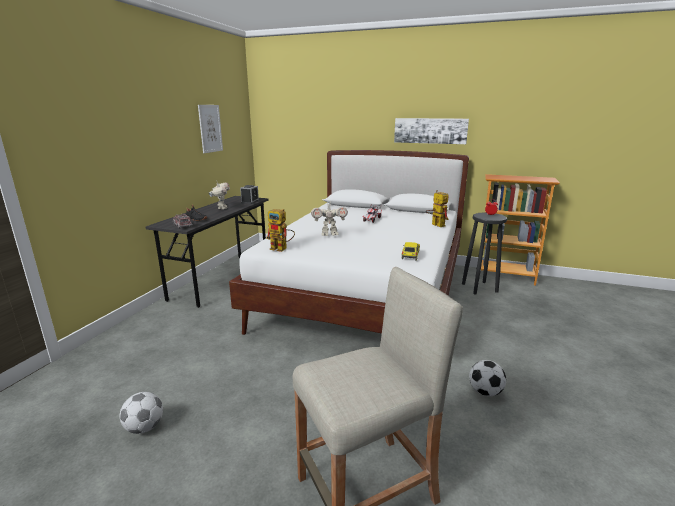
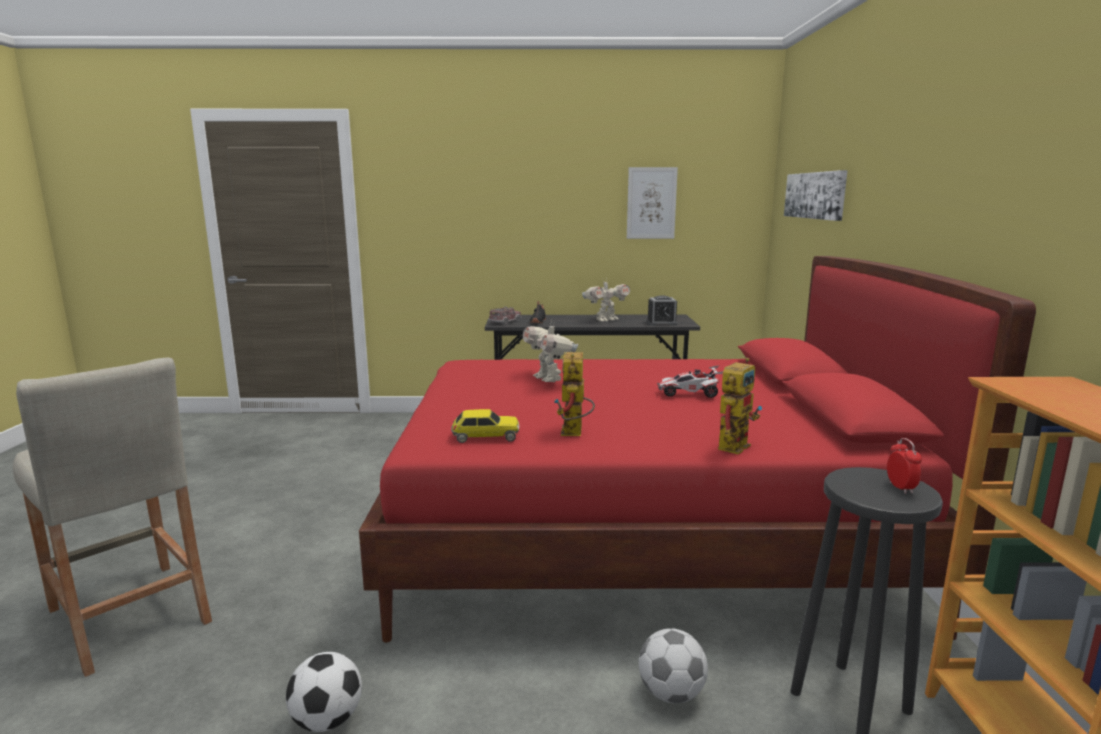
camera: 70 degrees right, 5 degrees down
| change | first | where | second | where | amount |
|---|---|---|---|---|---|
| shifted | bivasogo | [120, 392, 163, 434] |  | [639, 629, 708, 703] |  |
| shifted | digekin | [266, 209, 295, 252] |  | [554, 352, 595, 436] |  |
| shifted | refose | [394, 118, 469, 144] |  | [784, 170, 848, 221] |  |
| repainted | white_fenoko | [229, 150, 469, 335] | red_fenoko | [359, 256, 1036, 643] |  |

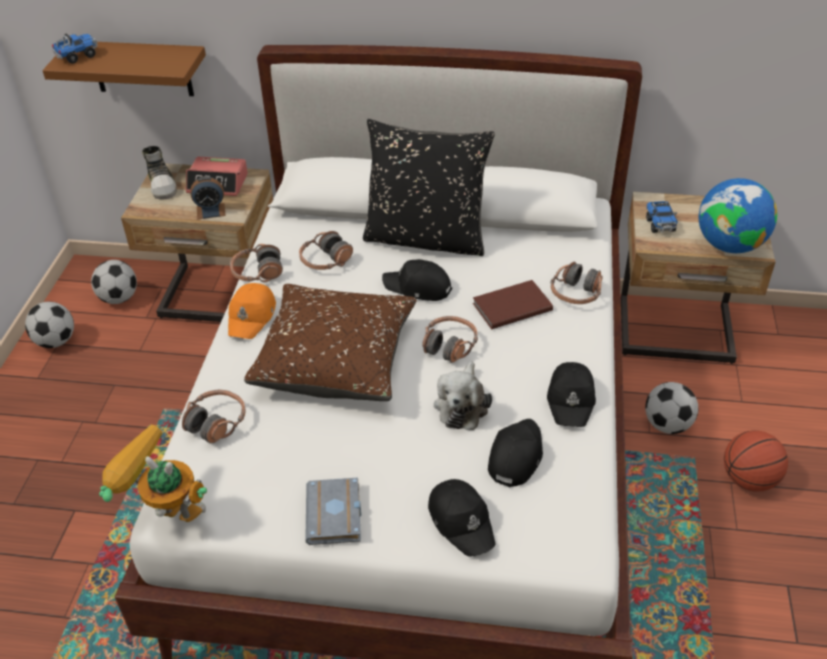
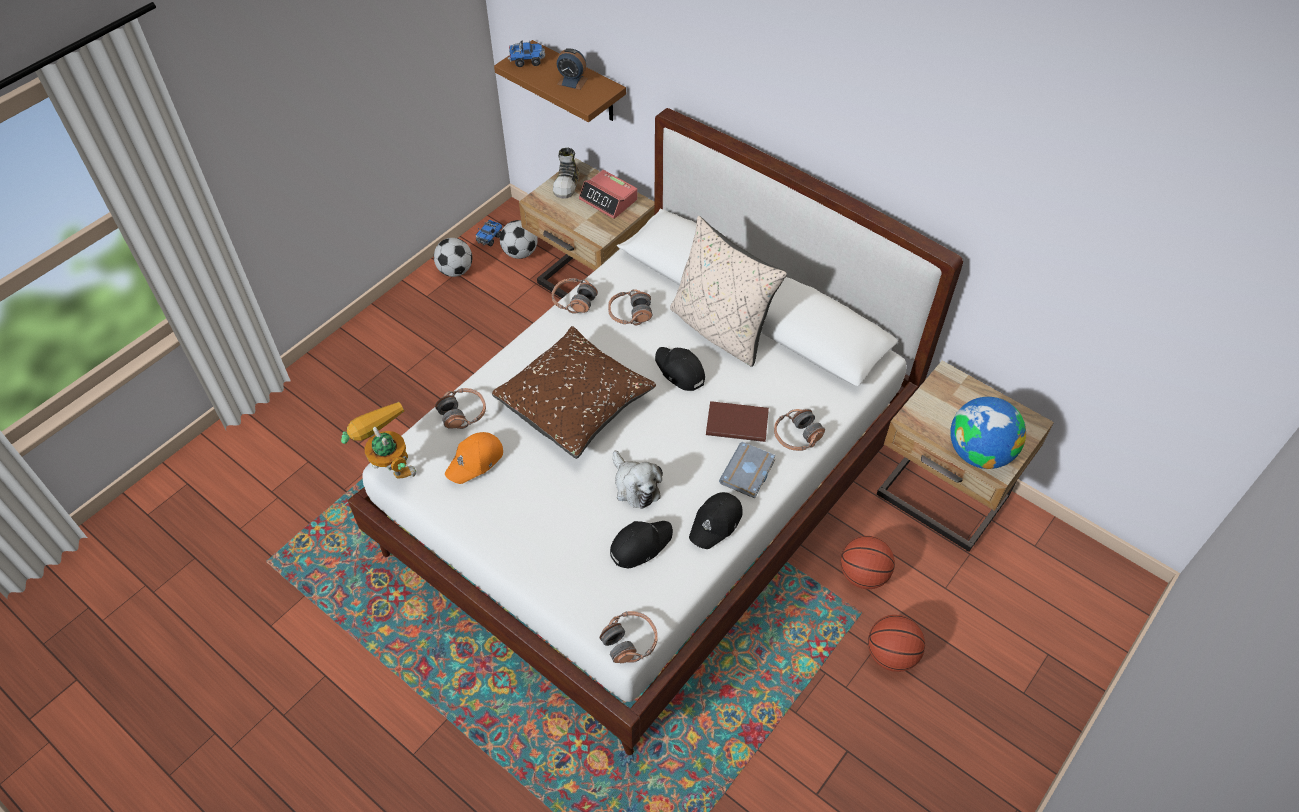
camera: 30 degrees right, 10 degrees up
| change | first | where | second | where | amount |
|---|---|---|---|---|---|
| gone | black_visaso | [428, 479, 495, 557] |  |  |  |
| shifted | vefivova | [190, 176, 225, 219] |  | [557, 48, 588, 90] |  |
| shifted | orange_visaso | [228, 283, 276, 339] |  | [445, 432, 503, 484] |  |
| shifted | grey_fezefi | [305, 477, 361, 545] |  | [719, 442, 776, 498] |  |
| shifted | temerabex | [422, 316, 478, 363] |  | [599, 611, 658, 663] |  |
| shifted | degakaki | [646, 201, 678, 233] |  | [476, 220, 503, 246] |  |
| swapped | bivasogo | [645, 382, 698, 434] | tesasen | [841, 536, 895, 589] |  |
| repainted | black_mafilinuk | [363, 119, 495, 256] | beige_mafilinuk | [670, 216, 787, 367] |  |
| rotated | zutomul | [434, 361, 492, 430] |  | [613, 451, 663, 509] | 75 degrees counterclockwise |

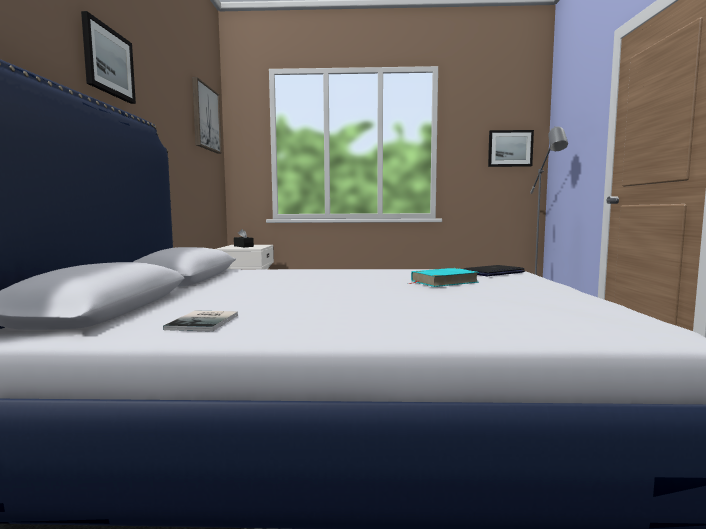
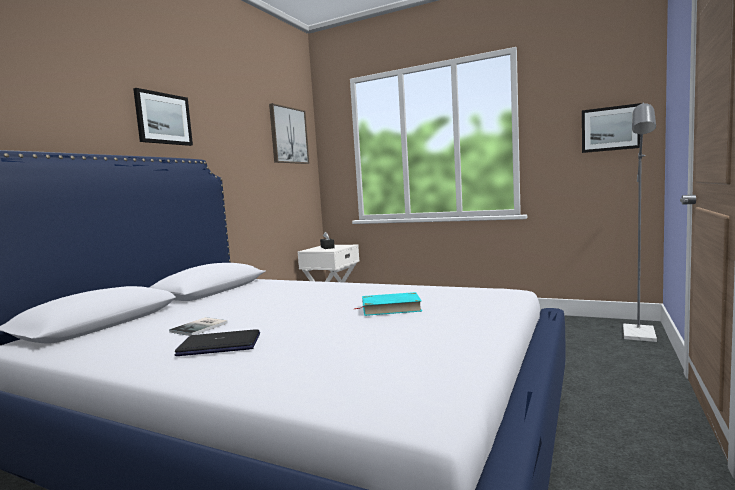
camera: 25 degrees right, 0 degrees up
| change | first | where | second | where | amount |
|---|---|---|---|---|---|
| shifted | fezefi | [163, 310, 238, 332] |  | [169, 317, 228, 336] |  |
| shifted | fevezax | [464, 265, 525, 276] |  | [175, 329, 260, 356] |  |

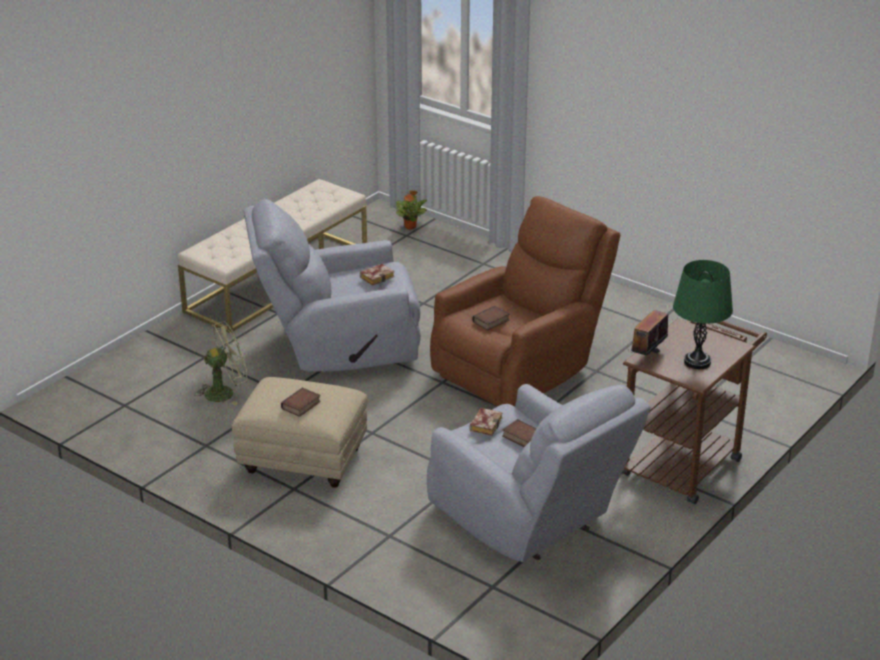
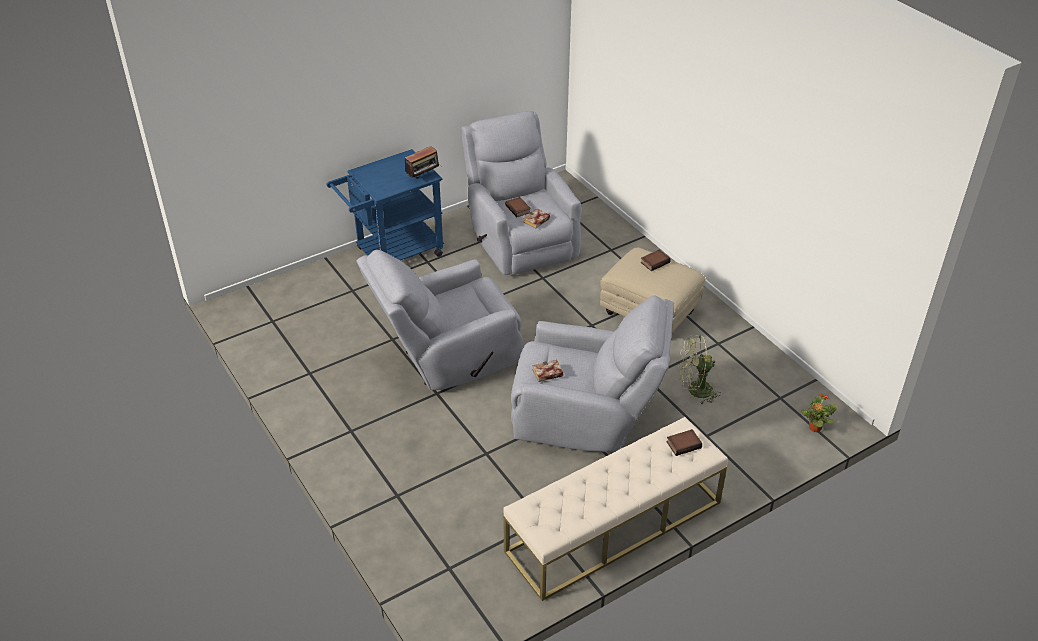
camera: 160 degrees left, 10 degrees up
| change | first | where | second | where | amount |
|---|---|---|---|---|---|
| gone | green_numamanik | [673, 260, 733, 369] |  |  |  |
| shifted | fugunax | [396, 191, 427, 230] |  | [801, 394, 837, 432] |  |
| shifted | fezefi | [473, 306, 510, 331] |  | [667, 429, 702, 456] |  |
| repainted | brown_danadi | [430, 196, 620, 407] | grey_danadi | [356, 250, 523, 390] |  |
| repainted | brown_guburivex | [622, 318, 767, 504] | blue_guburivex | [326, 149, 444, 261] |  |

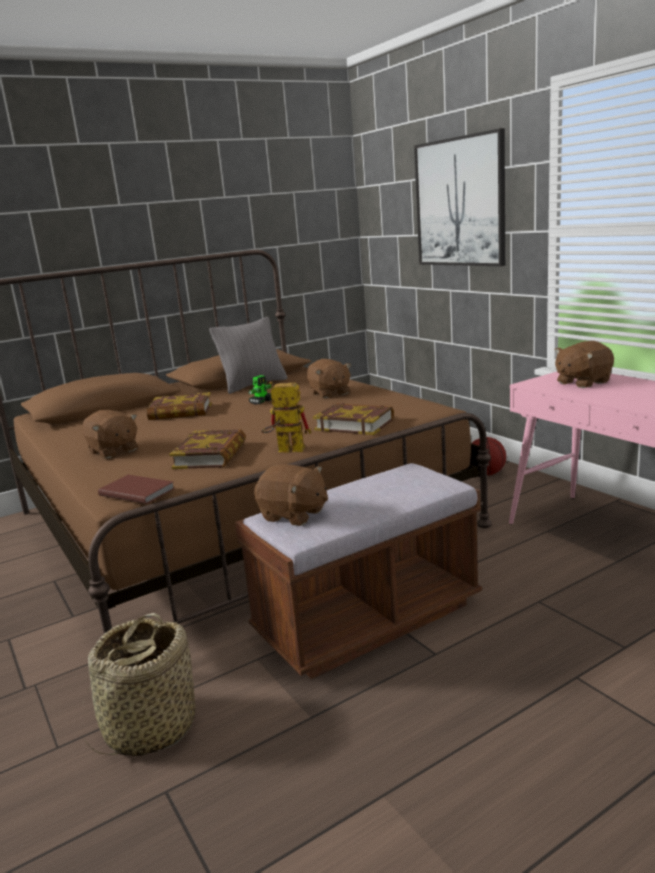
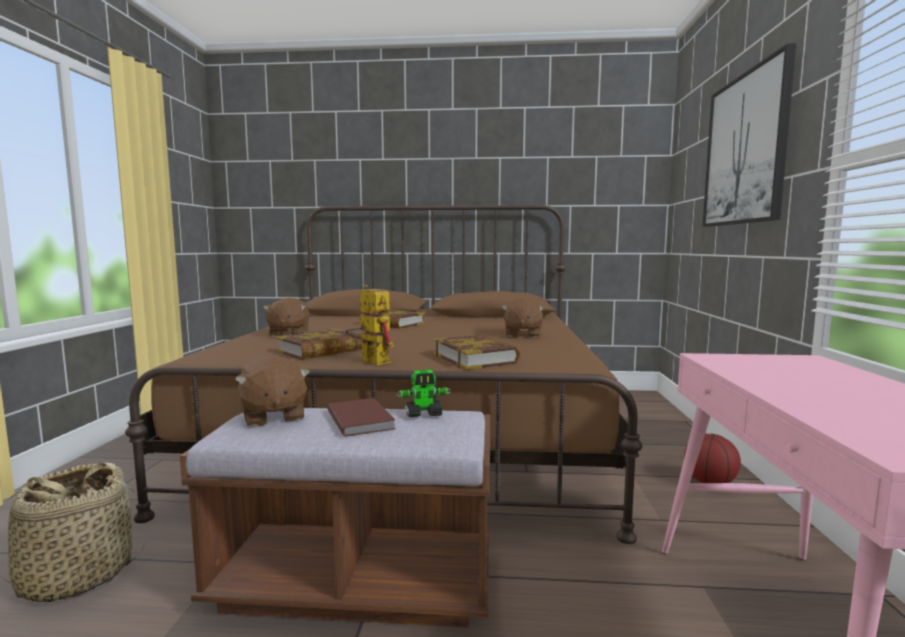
camera: 35 degrees right, 10 degrees down
| change | first | where | second | where | amount |
|---|---|---|---|---|---|
| gone | grey_mafilinuk | [209, 317, 287, 394] |  |  |  |
| gone | brown_zutomul | [555, 341, 614, 388] |  |  |  |
| shifted | brown_fezefi | [98, 475, 175, 504] |  | [328, 398, 395, 437] |  |
| shifted | digekin | [248, 375, 272, 405] |  | [396, 370, 451, 417] |  |

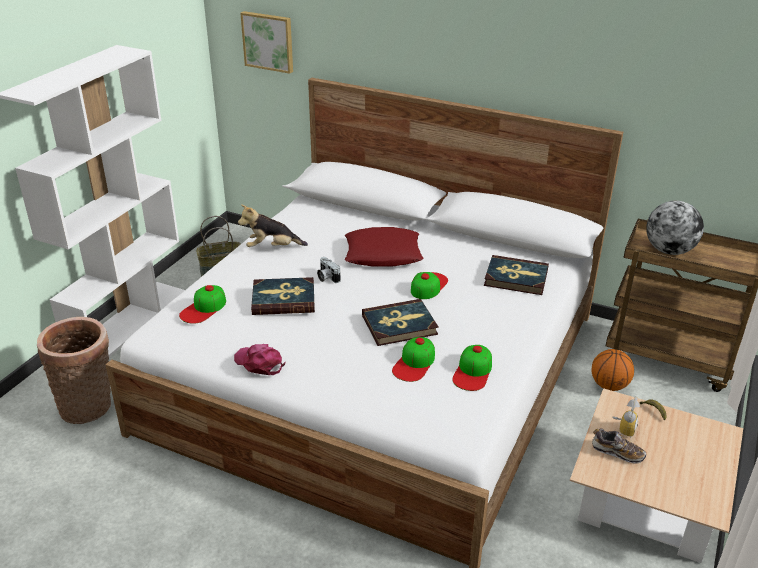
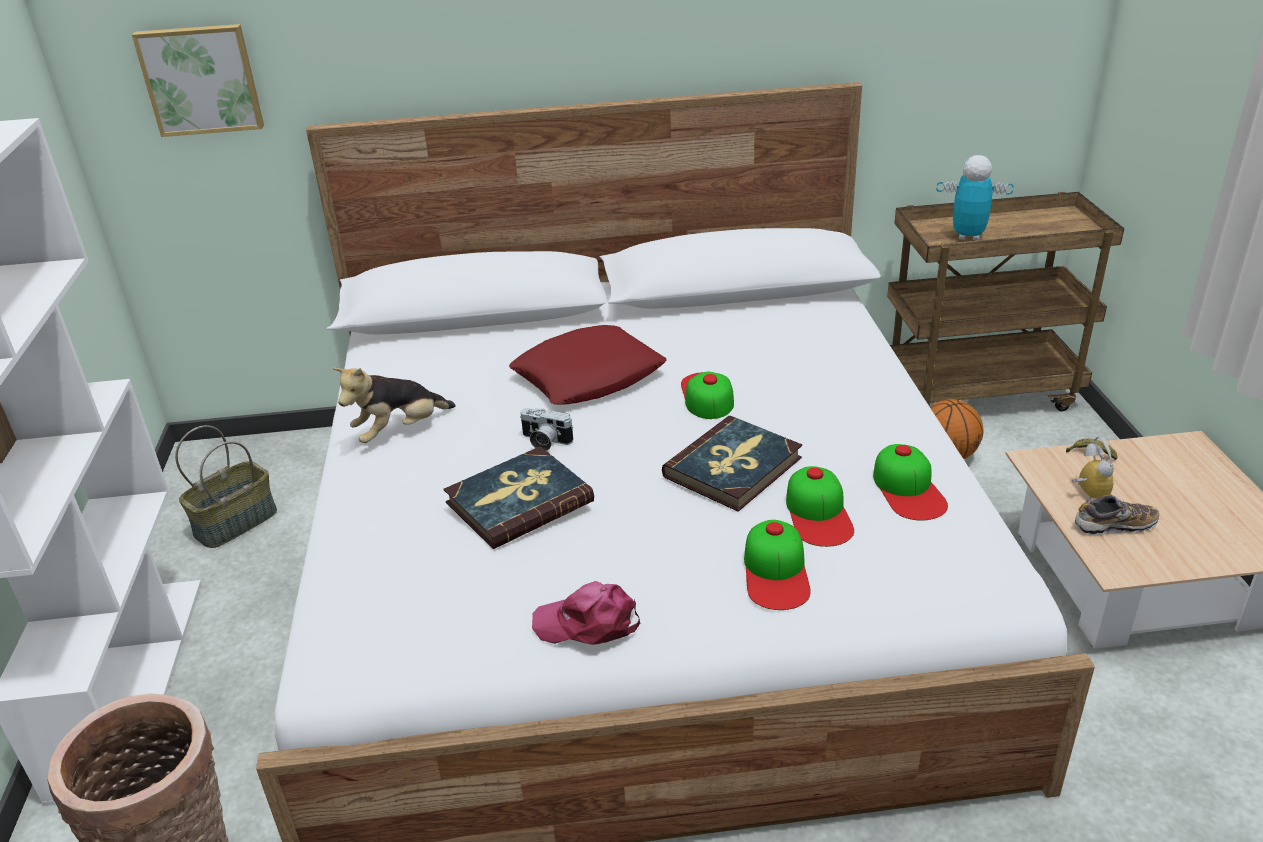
camera: 30 degrees left, 0 degrees up
| change | first | where | second | where | amount |
|---|---|---|---|---|---|
| gone | fezefi | [484, 255, 549, 295] |  |  |  |
| shifted | visaso | [179, 285, 226, 324] |  | [744, 520, 811, 610] |  |
| swapped | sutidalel | [646, 201, 704, 255] | digekin | [936, 155, 1014, 240] |  |

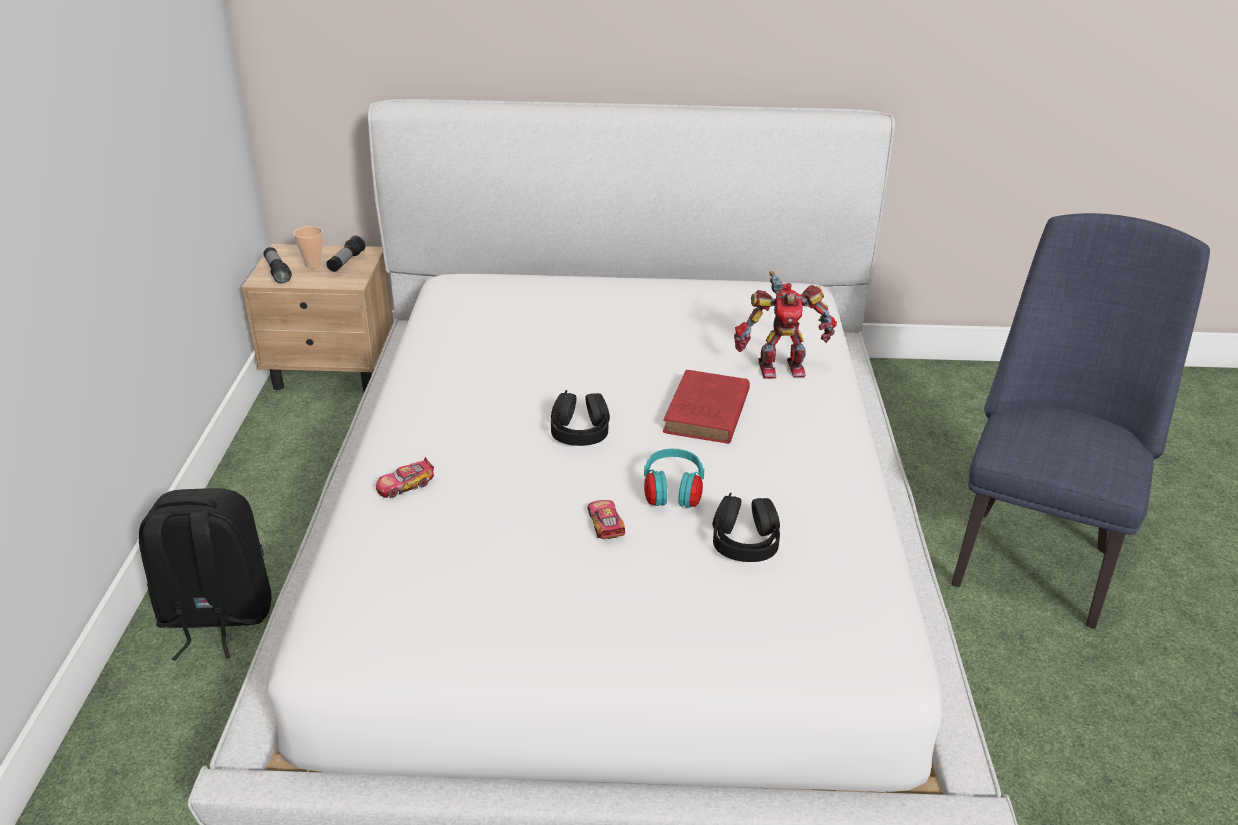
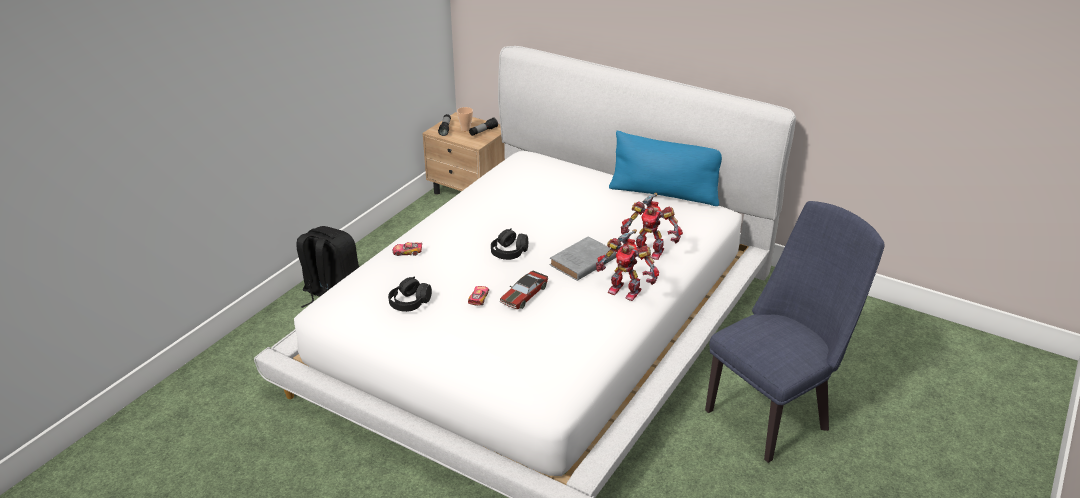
camera: 30 degrees right, 0 degrees up
| change | first | where | second | where | amount |
|---|---|---|---|---|---|
| new |  |  | digekin | [596, 229, 659, 301] |  |
| new |  |  | blue_mafilinuk | [609, 131, 722, 206] |  |
| shifted | black_temerabex | [712, 493, 780, 562] |  | [388, 276, 432, 312] |  |
| swapped | turquoise_temerabex | [644, 449, 704, 508] | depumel | [500, 271, 548, 309] |  |
| repainted | red_fezefi | [663, 370, 750, 444] | grey_fezefi | [550, 236, 616, 281] |  |

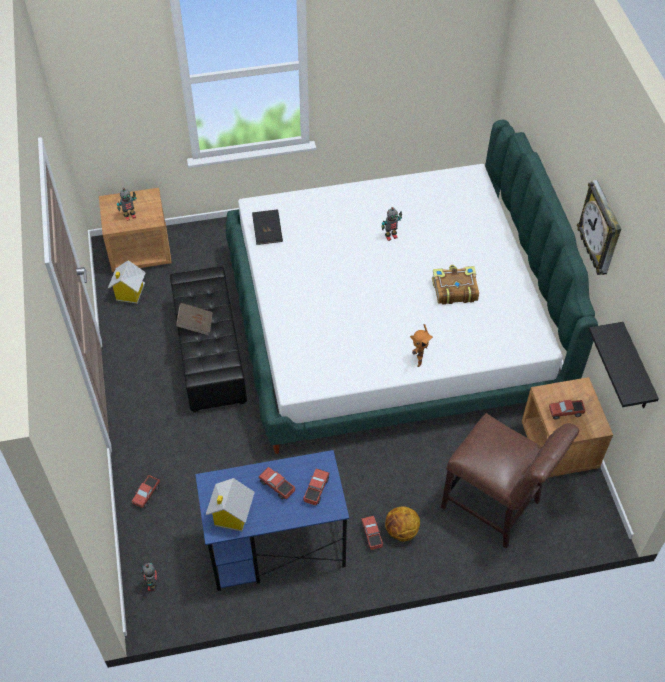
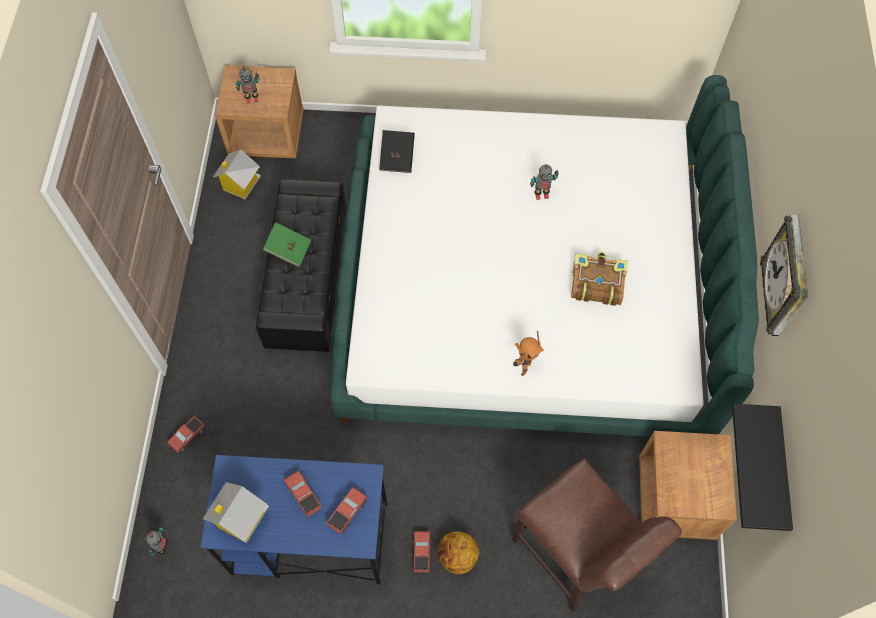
camera: 15 degrees right, 10 degrees up
| change | first | where | second | where | amount |
|---|---|---|---|---|---|
| gone | degakaki | [549, 400, 586, 420] |  |  |  |
| repainted | brown_fezefi | [176, 303, 213, 335] | green_fezefi | [263, 222, 311, 267] |  |

